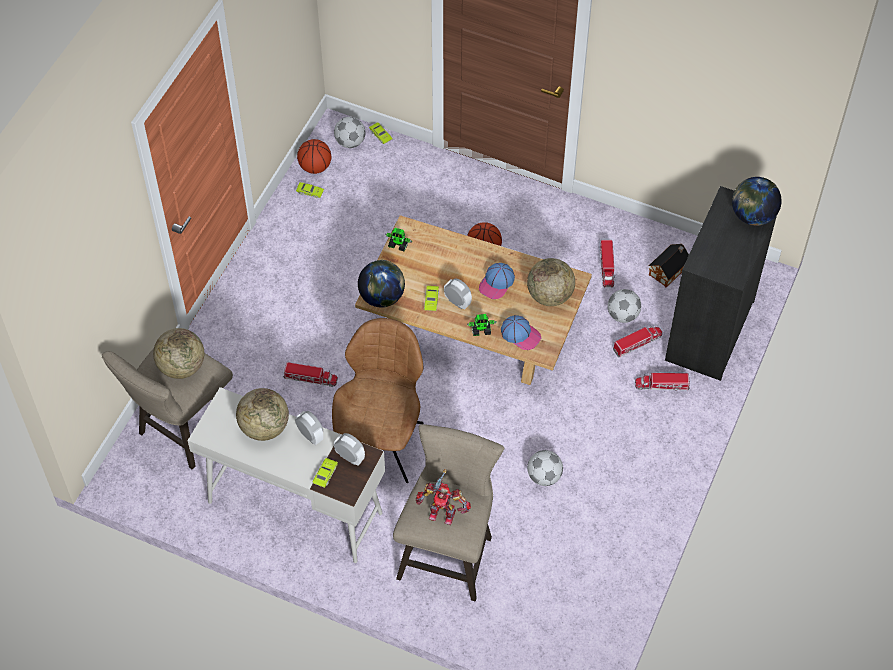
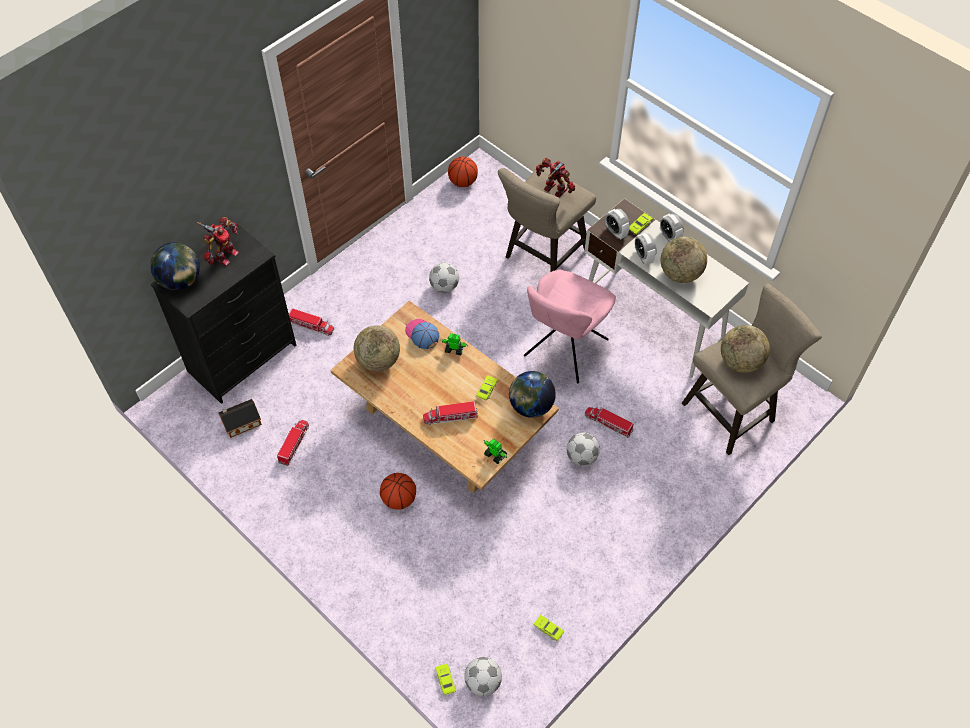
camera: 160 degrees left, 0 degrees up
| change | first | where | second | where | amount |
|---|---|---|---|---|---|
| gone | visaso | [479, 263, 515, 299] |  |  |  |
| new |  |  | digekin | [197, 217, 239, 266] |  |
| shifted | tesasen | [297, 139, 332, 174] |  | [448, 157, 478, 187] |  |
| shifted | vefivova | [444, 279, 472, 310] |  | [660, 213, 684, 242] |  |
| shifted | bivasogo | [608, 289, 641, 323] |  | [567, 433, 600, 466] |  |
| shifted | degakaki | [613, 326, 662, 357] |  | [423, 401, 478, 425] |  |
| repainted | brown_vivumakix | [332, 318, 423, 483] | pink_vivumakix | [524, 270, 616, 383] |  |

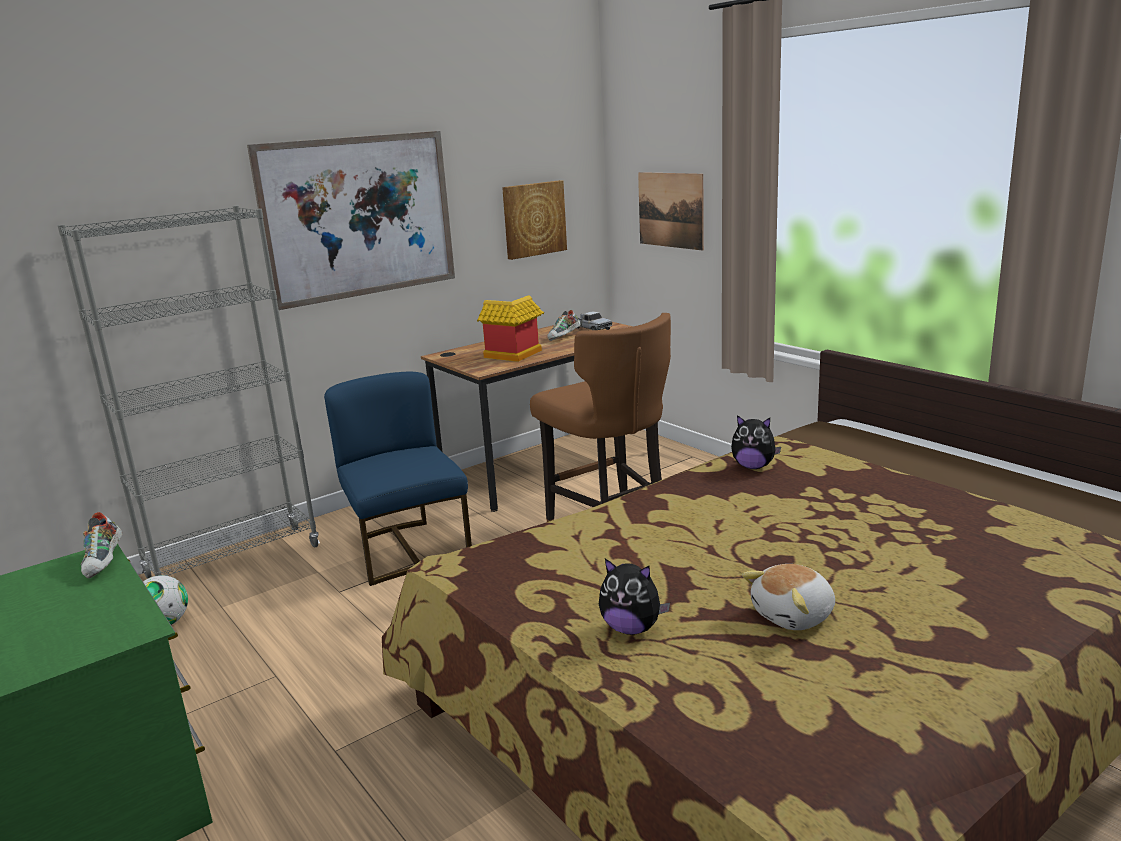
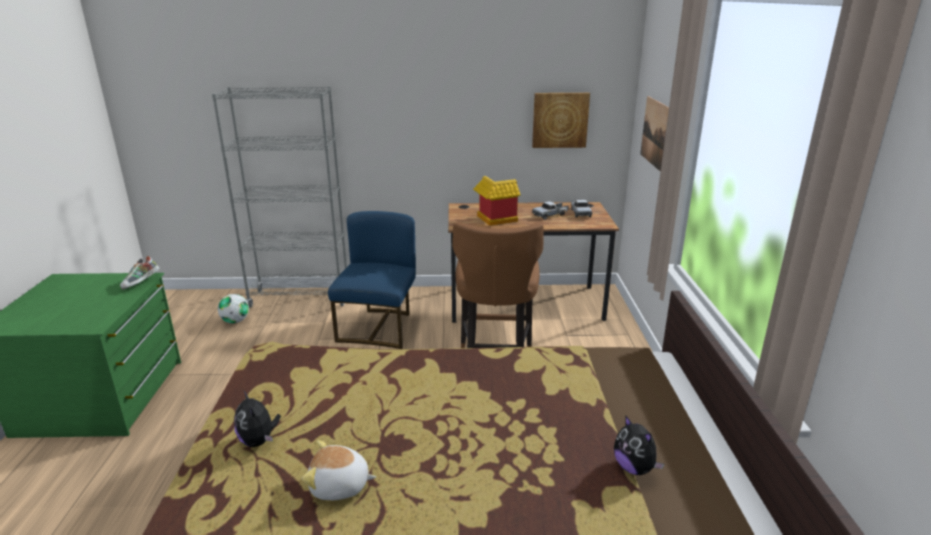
camera: 35 degrees right, 5 degrees up
| change | first | where | second | where | amount |
|---|---|---|---|---|---|
| gone | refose | [247, 131, 455, 310] |  |  |  |
| shifted | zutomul | [731, 415, 781, 469] |  | [614, 415, 664, 475] |  |
| swapped | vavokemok | [547, 310, 581, 341] | degakaki | [532, 201, 569, 220] |  |

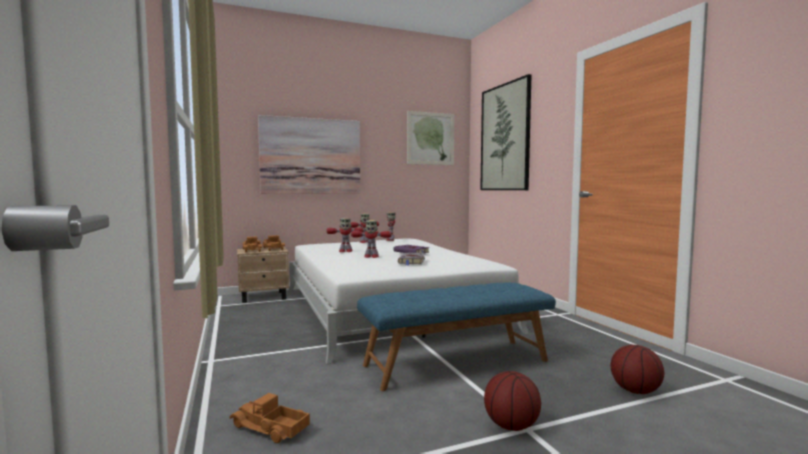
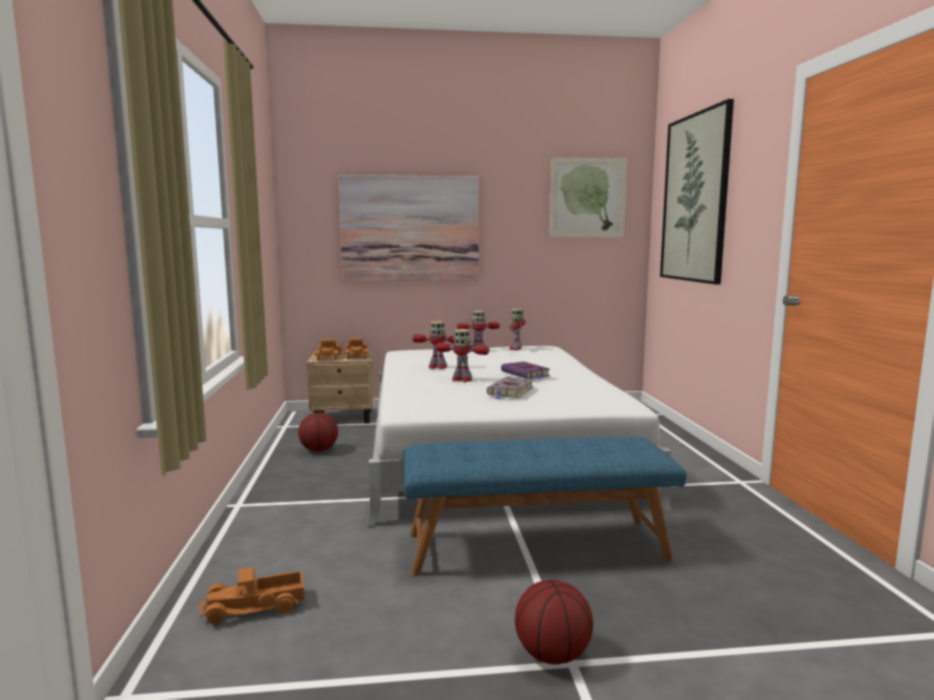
camera: 15 degrees right, 5 degrees up
| change | first | where | second | where | amount |
|---|---|---|---|---|---|
| shifted | tesasen | [611, 344, 664, 394] |  | [298, 412, 338, 452] |  |
| rotated | degakaki | [229, 393, 310, 443] |  | [200, 567, 304, 624] | 60 degrees counterclockwise |

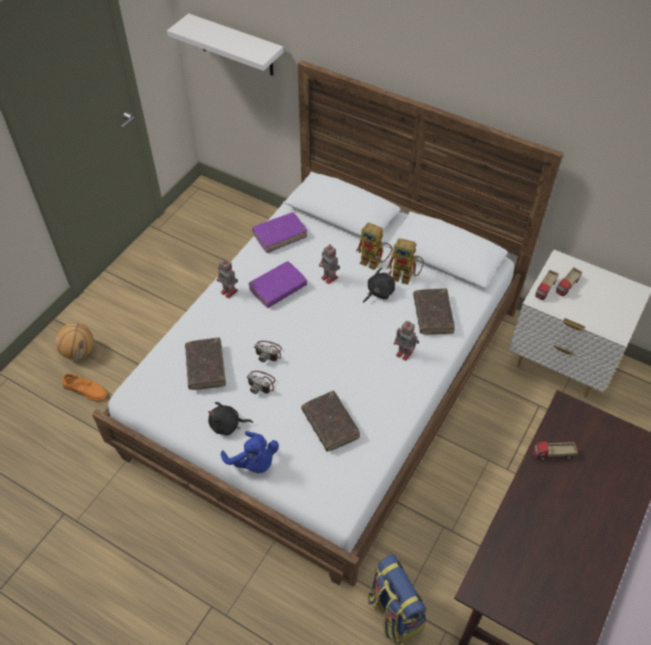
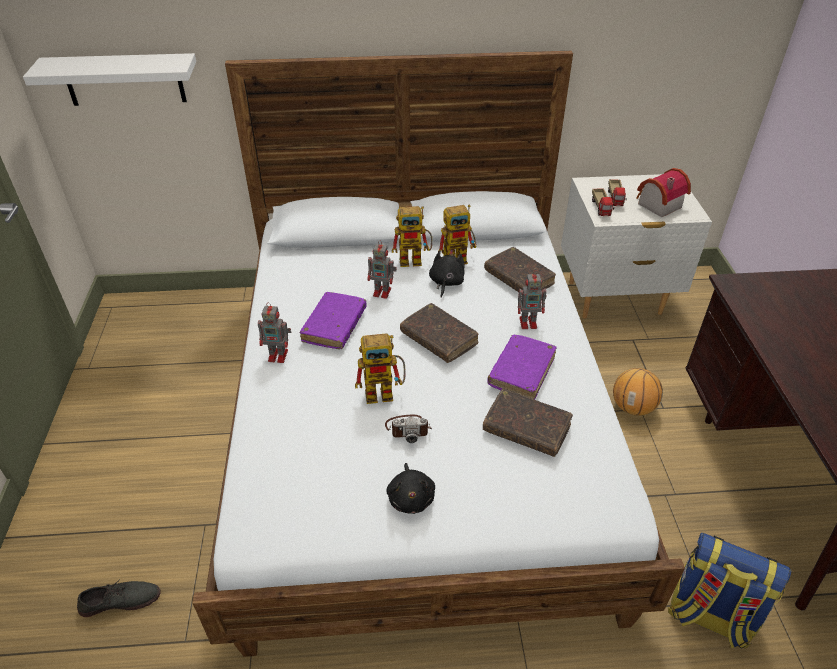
camera: 35 degrees left, 10 degrees down
| change | first | where | second | where | amount |
|---|---|---|---|---|---|
| gone | blue_zutomul | [221, 431, 279, 473] |  |  |  |
| gone | degakaki | [533, 441, 578, 461] |  |  |  |
| new |  |  | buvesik | [636, 168, 691, 217] |  |
| shifted | tesasen | [55, 323, 94, 360] |  | [613, 368, 663, 416] |  |
| shifted | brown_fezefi | [185, 338, 226, 390] |  | [400, 303, 479, 363] |  |
| shifted | purple_fezefi | [252, 212, 307, 253] |  | [488, 335, 557, 400] |  |
| swapped | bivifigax | [253, 341, 282, 363] | digekin | [355, 333, 406, 404] |  |
| repainted | orange_vavokemok | [62, 374, 107, 401] | grey_vavokemok | [77, 580, 161, 617] |  |
| rotated | black_zutomul | [208, 402, 253, 435] |  | [386, 463, 435, 514] | 60 degrees counterclockwise |

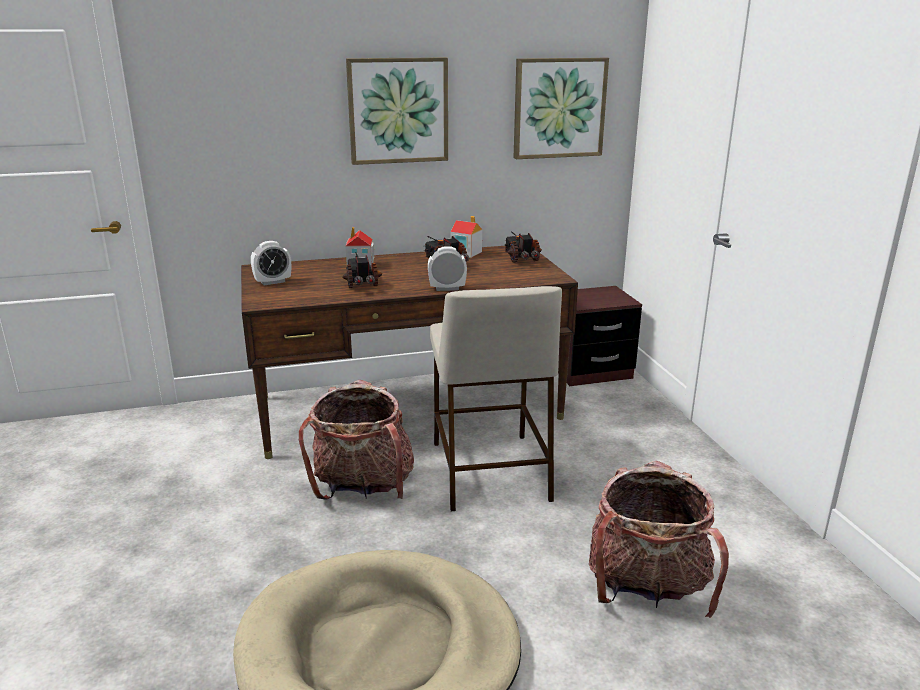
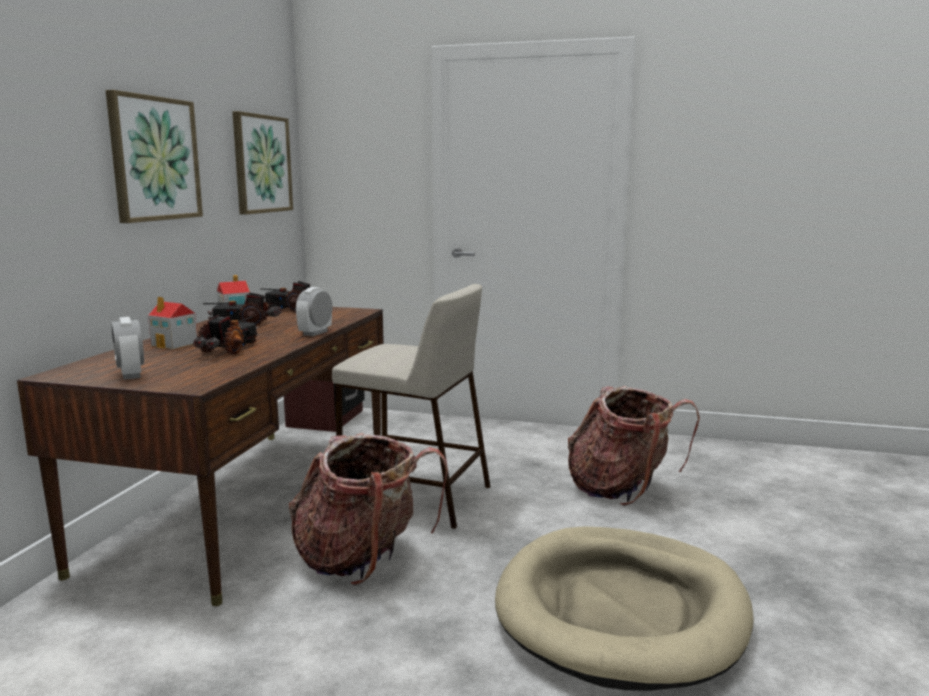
camera: 60 degrees left, 10 degrees down
| change | first | where | second | where | amount |
|---|---|---|---|---|---|
| rotated | vefivova | [251, 241, 291, 285] |  | [111, 317, 144, 380] | 150 degrees clockwise |
| rotated | degakaki | [342, 252, 382, 288] |  | [193, 315, 259, 355] | 90 degrees clockwise |

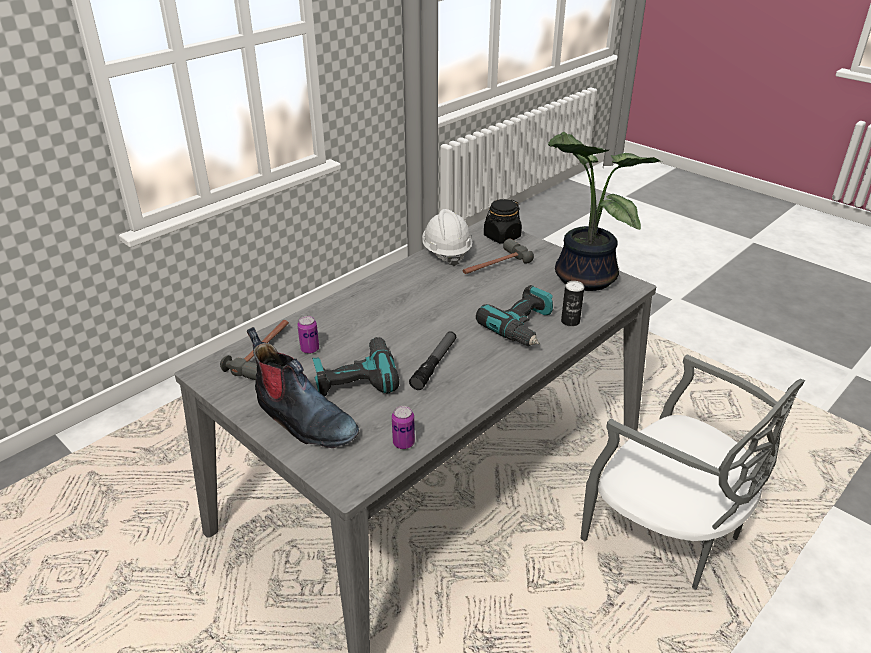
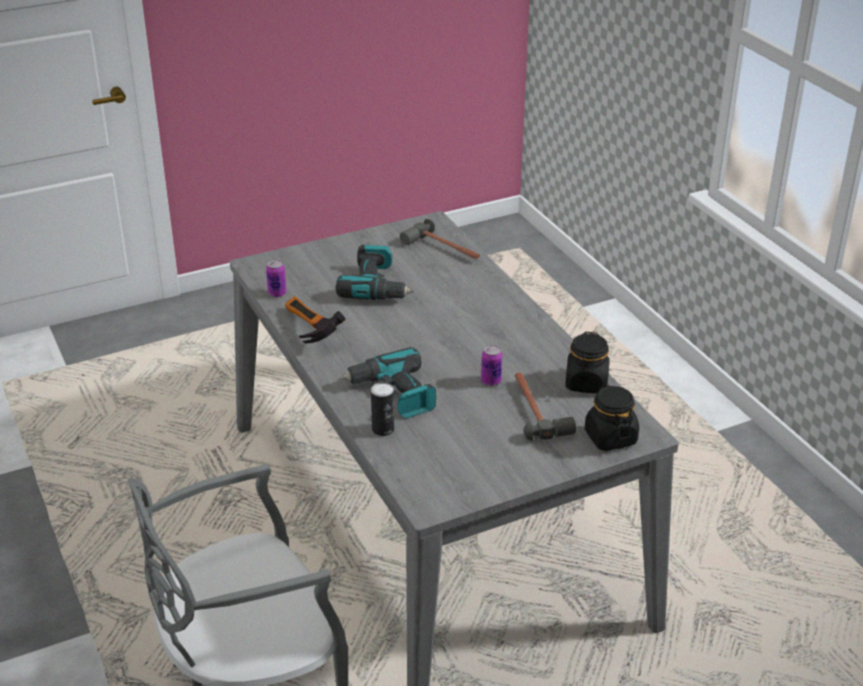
camera: 110 degrees right, 0 degrees up
| change | first | where | second | where | amount |
|---|---|---|---|---|---|
| gone | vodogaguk | [246, 327, 359, 448] |  |  |  |
| gone | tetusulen | [409, 331, 456, 390] |  |  |  |
| gone | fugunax | [548, 132, 663, 291] |  |  |  |
| new |  |  | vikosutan | [285, 296, 346, 343] |  |
| shifted | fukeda | [297, 316, 319, 354] |  | [481, 345, 502, 386] |  |
| swapped | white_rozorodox | [422, 209, 472, 266] | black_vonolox | [565, 332, 610, 393] |  |

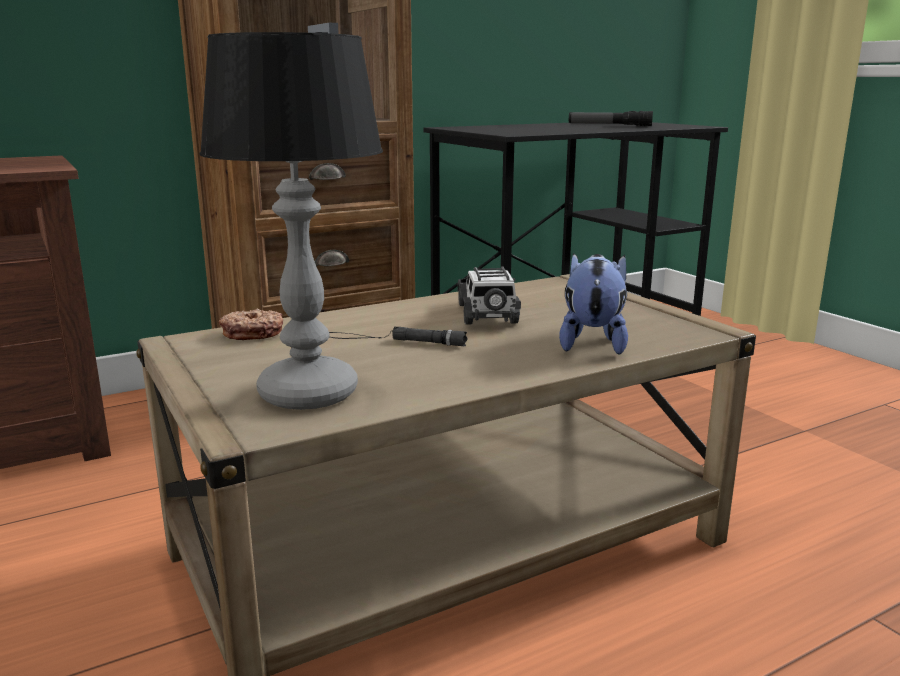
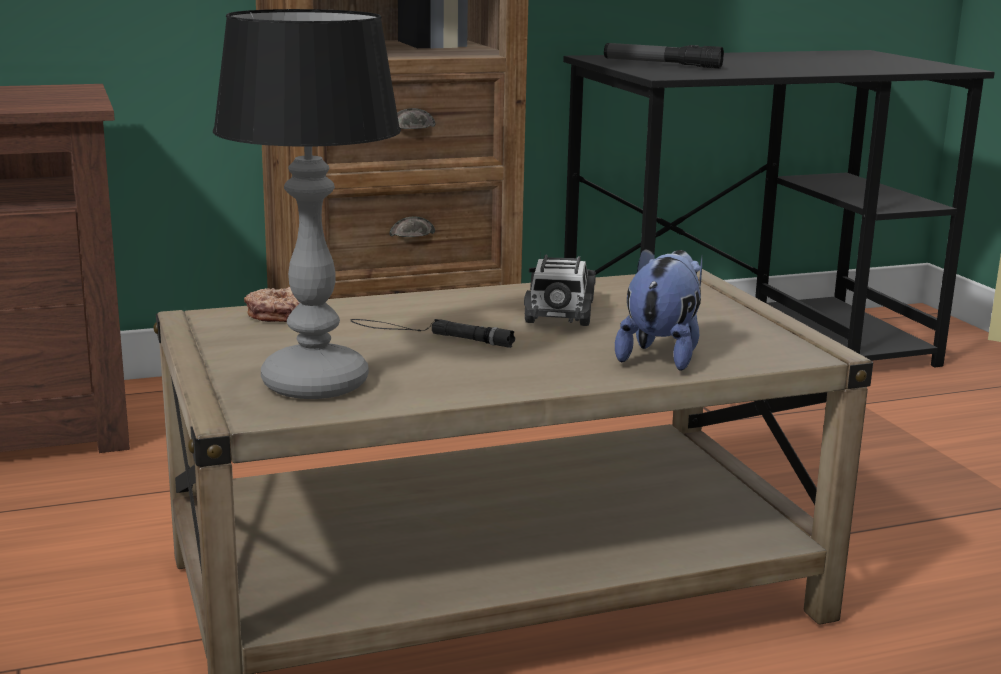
camera: 10 degrees right, 0 degrees up
| change | first | where | second | where | amount |
|---|---|---|---|---|---|
| shifted | tetusulen | [569, 111, 653, 126] |  | [604, 43, 724, 69] |  |

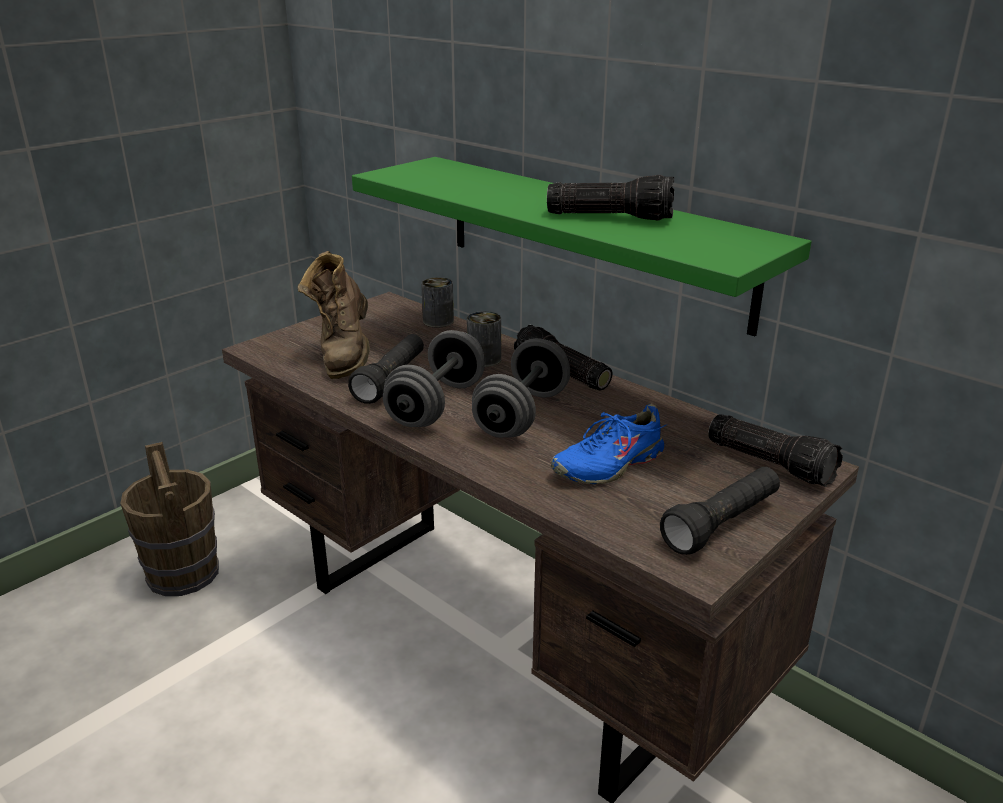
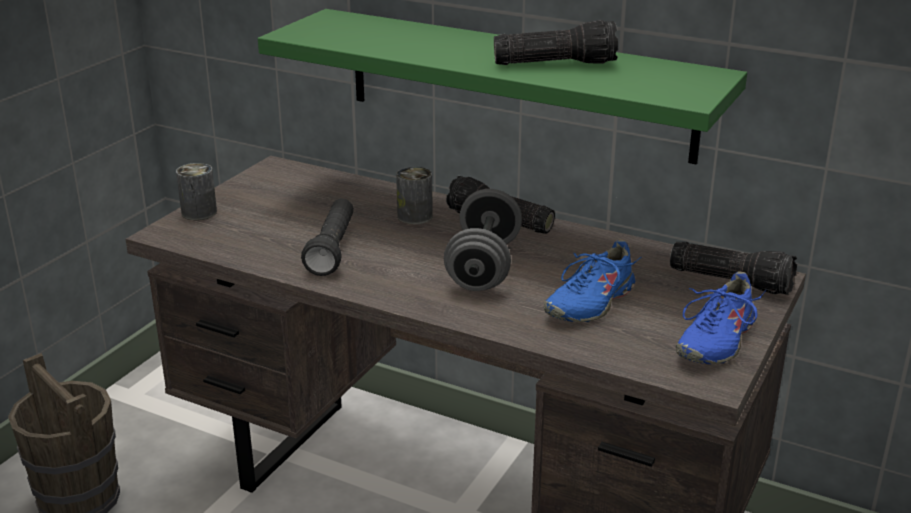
camera: 15 degrees left, 0 degrees up
| change | first | where | second | where | amount |
|---|---|---|---|---|---|
| gone | brown_vodogaguk | [298, 251, 369, 379] |  |  |  |
| gone | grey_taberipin | [383, 330, 485, 427] |  |  |  |
| shifted | fukeda | [421, 277, 454, 328] |  | [176, 163, 217, 220] |  |
| swapped | black_tetusulen | [660, 467, 780, 555] | blue_vavokemok | [676, 271, 767, 364] |  |

